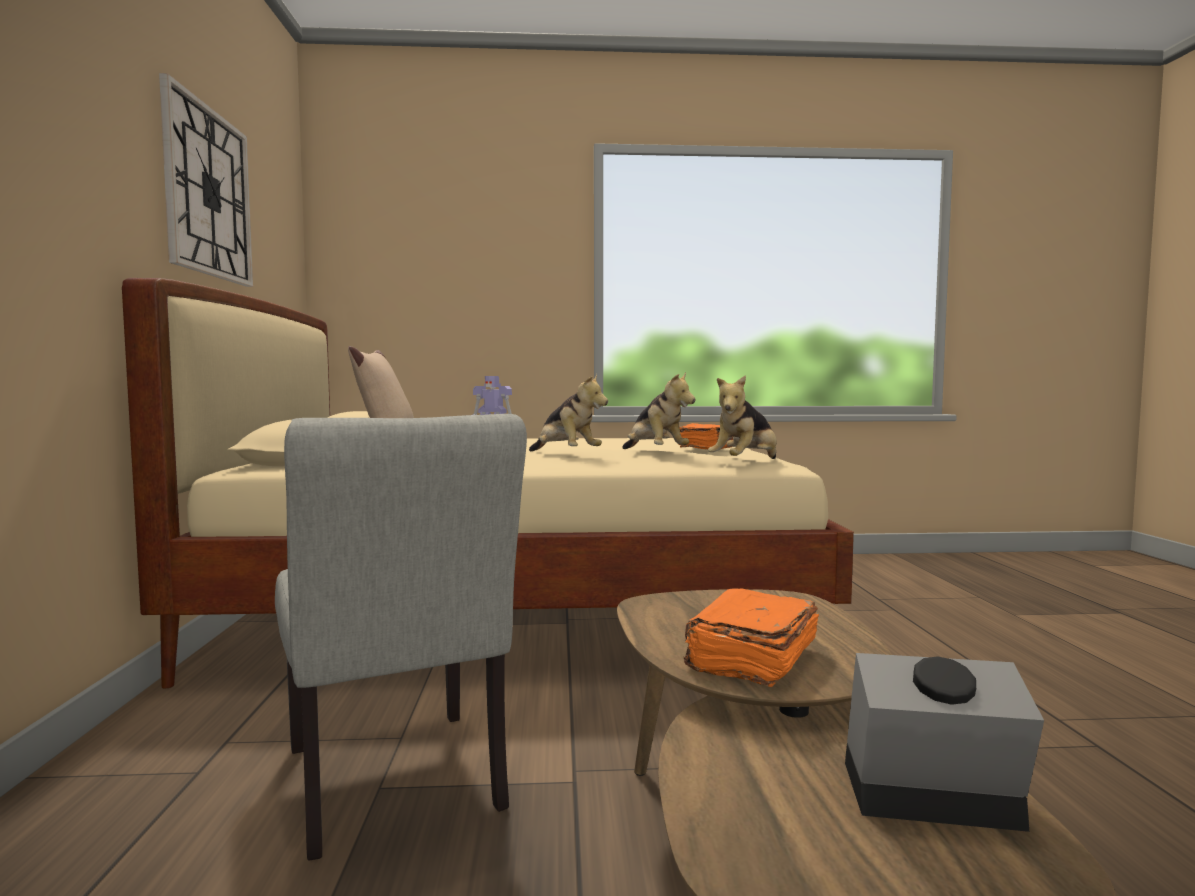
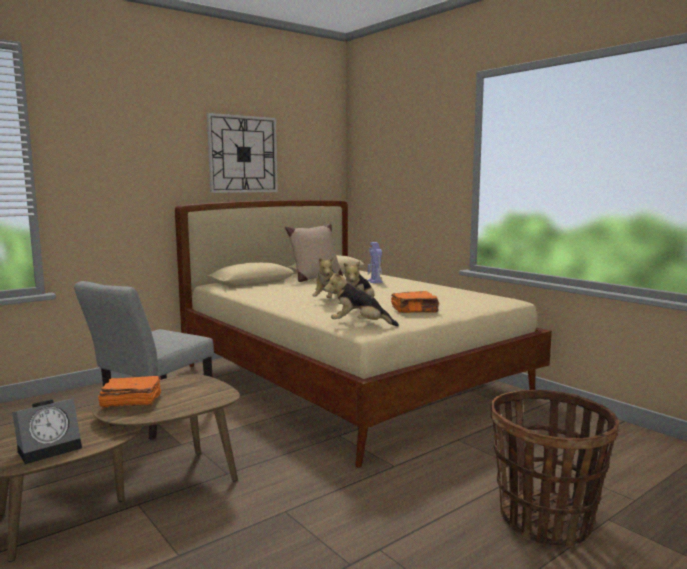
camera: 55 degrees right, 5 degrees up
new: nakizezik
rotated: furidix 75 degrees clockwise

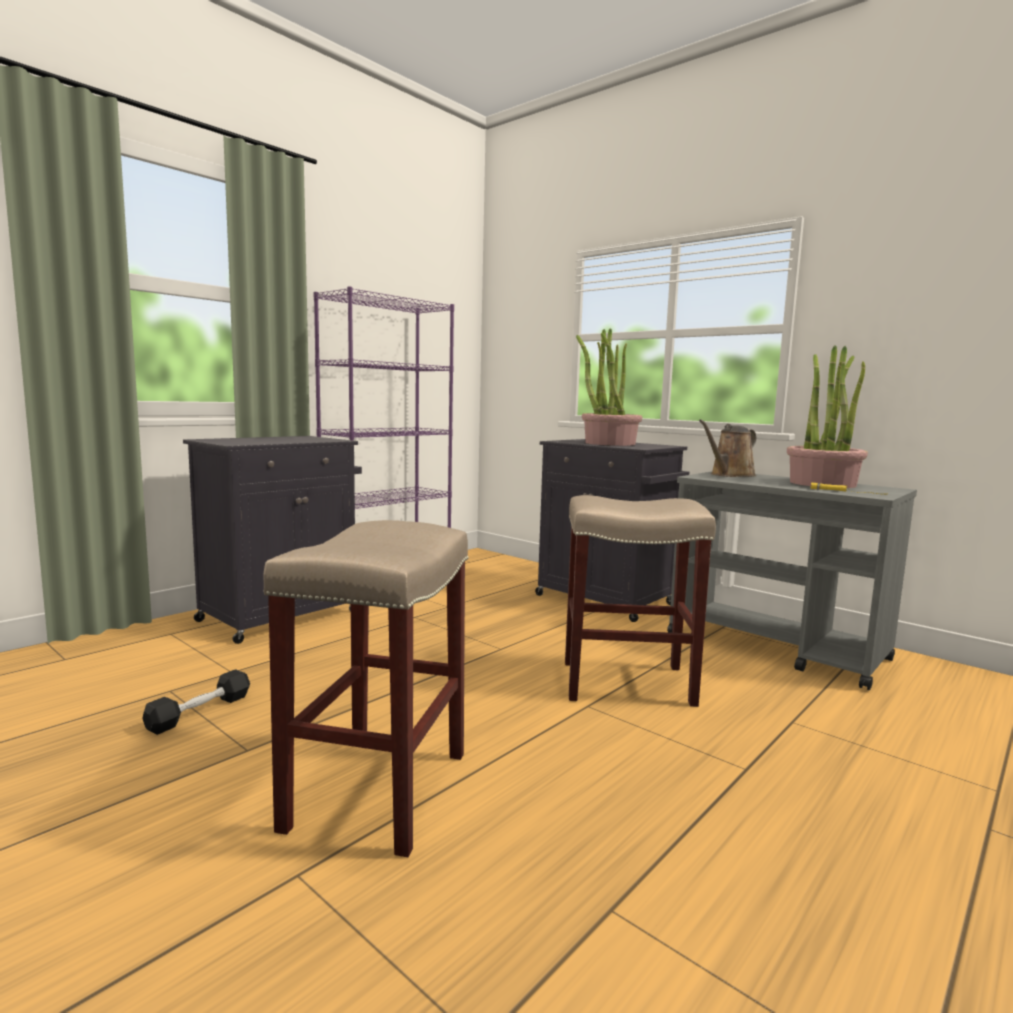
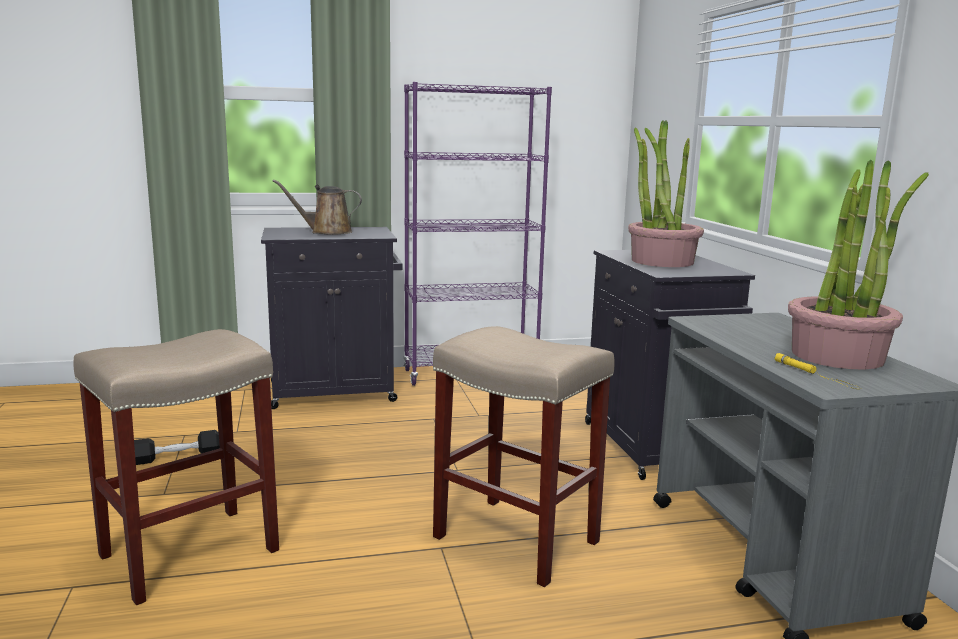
camera: 35 degrees right, 5 degrees up
shifted: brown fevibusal

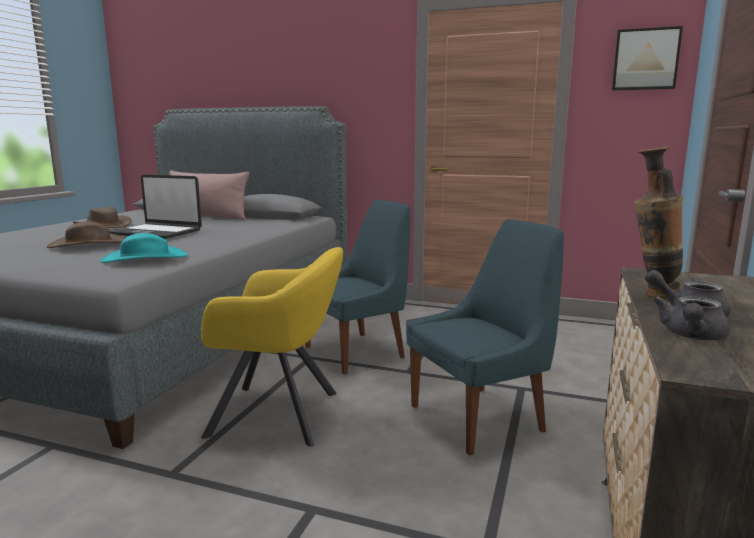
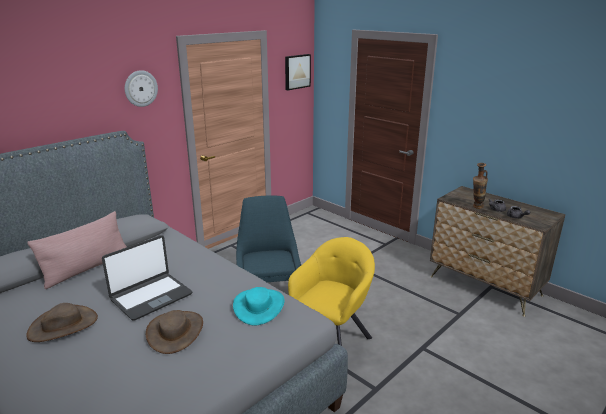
camera: 65 degrees left, 10 degrees up
gone: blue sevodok (no. 2 from left)
new: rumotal

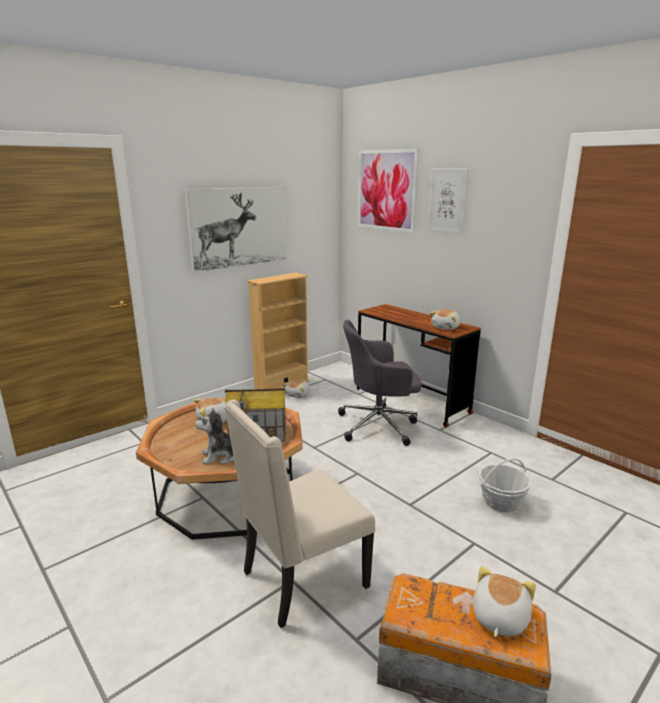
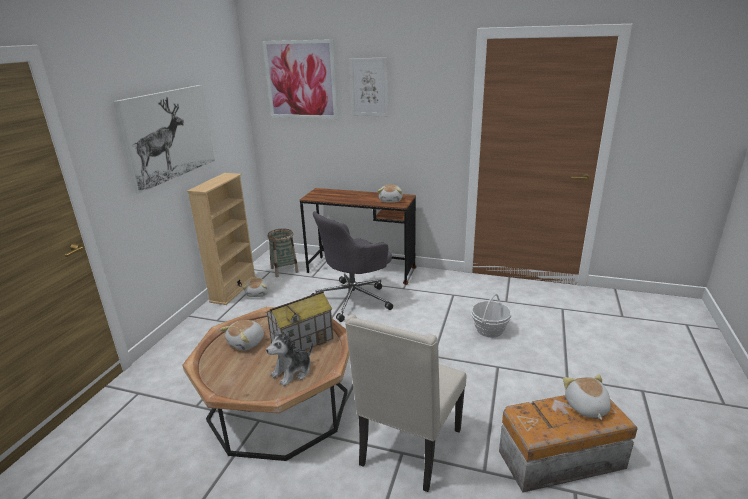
camera: 30 degrees left, 5 degrees up
new: nakizezik (no. 1 from left)

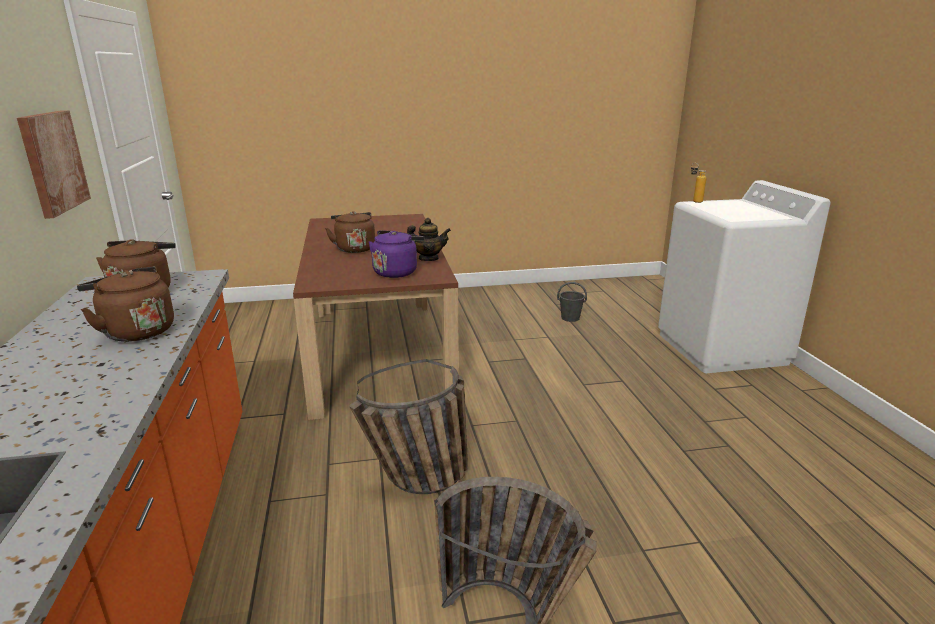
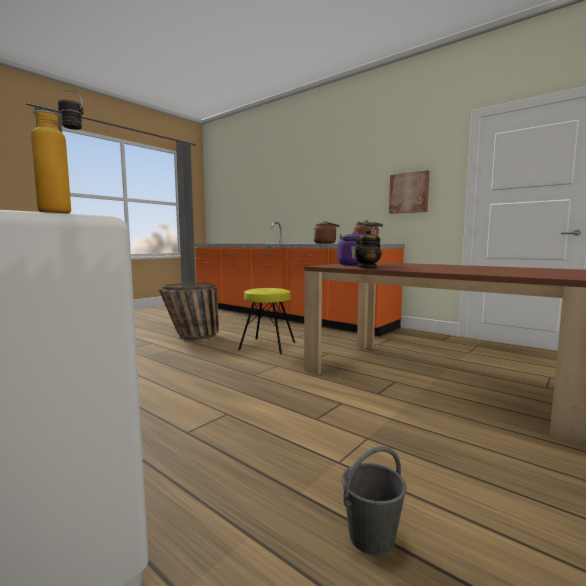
camera: 140 degrees right, 15 degrees down
gone: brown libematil (no. 3 from left)
swapped: nakizezik (no. 1 from left) to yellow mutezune

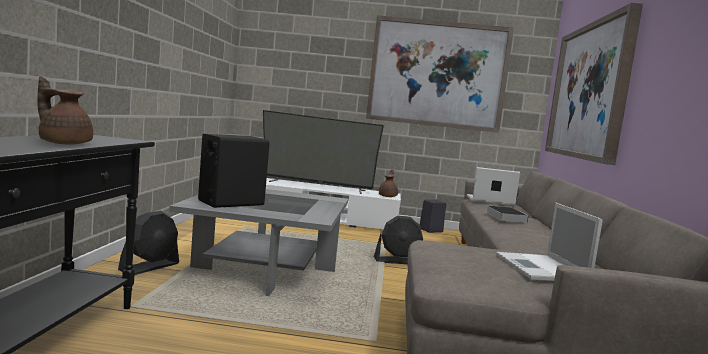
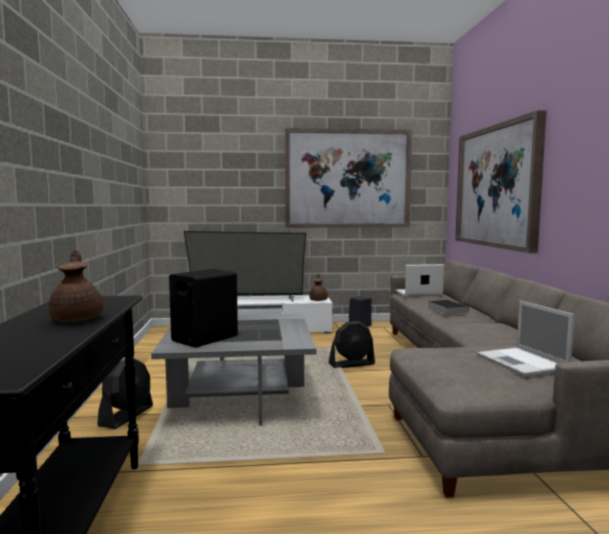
camera: 10 degrees left, 0 degrees up
rotated: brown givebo (no. 1 from left) 60 degrees clockwise

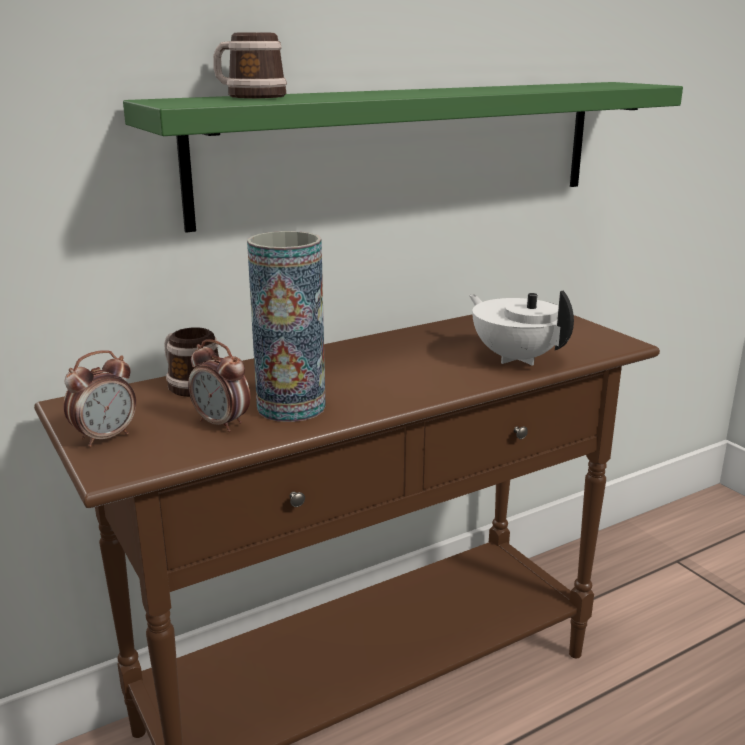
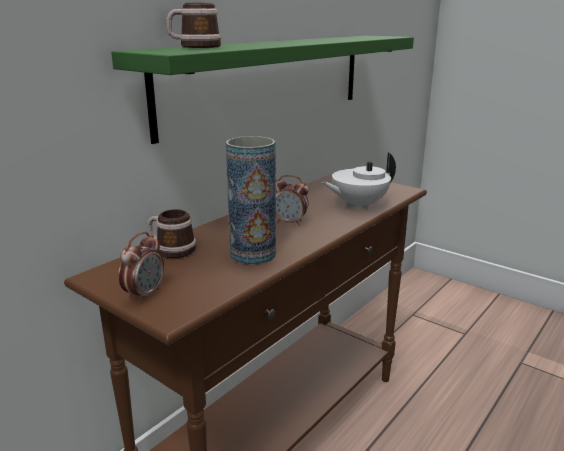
camera: 20 degrees left, 0 degrees up
shifted: furidix (no. 2 from left)
rotated: white givebo 60 degrees counterclockwise

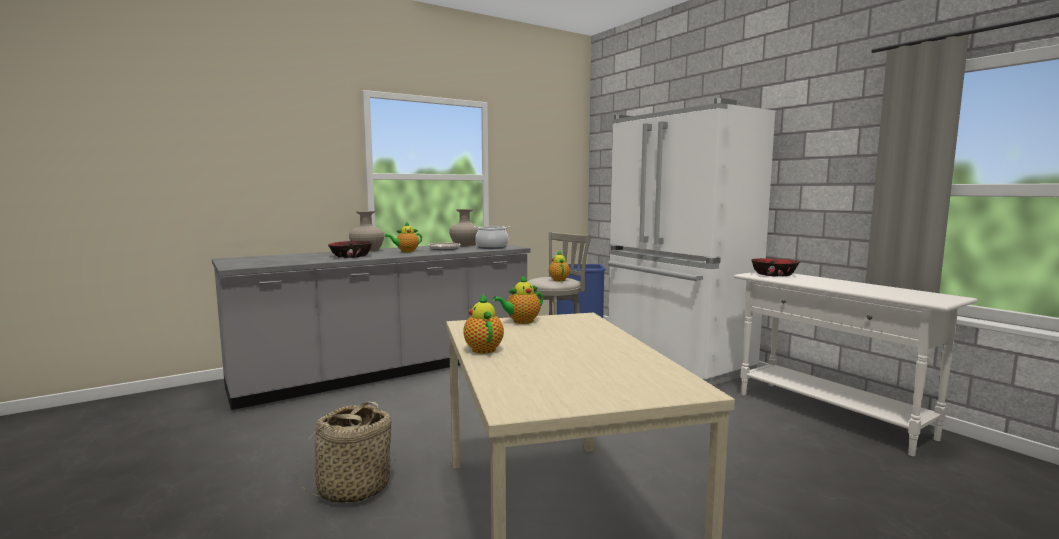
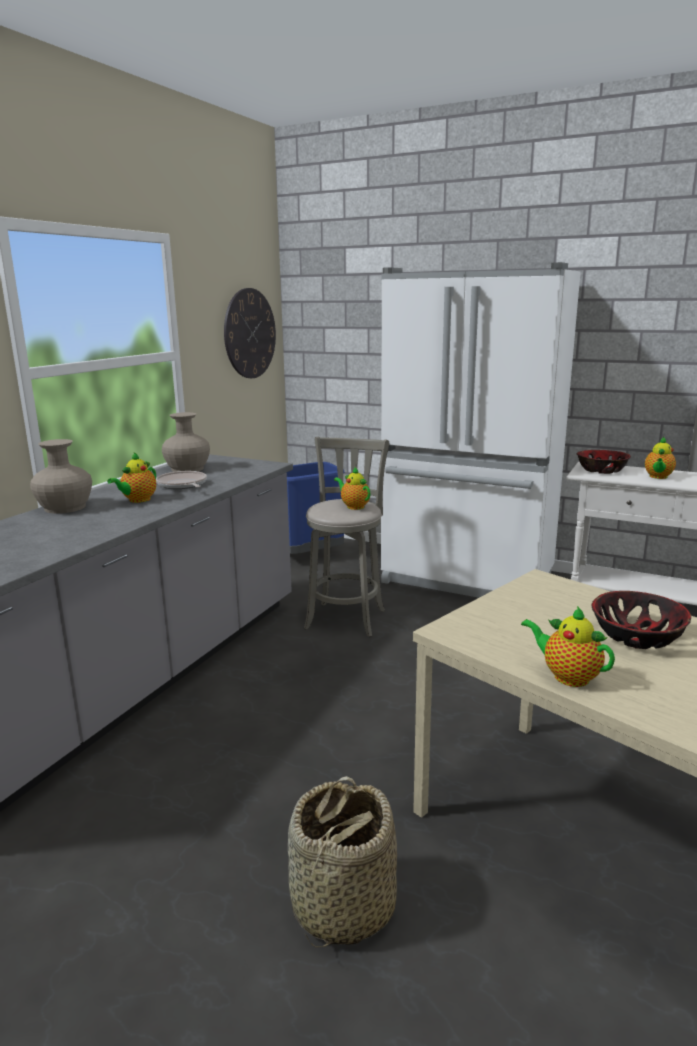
camera: 30 degrees left, 10 degrees up
gone: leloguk
new: rumotal
shifted: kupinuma (no. 1 from left in the first image) to kupinuma (no. 2 from left); givebo (no. 3 from left in the first image) to givebo (no. 4 from left)

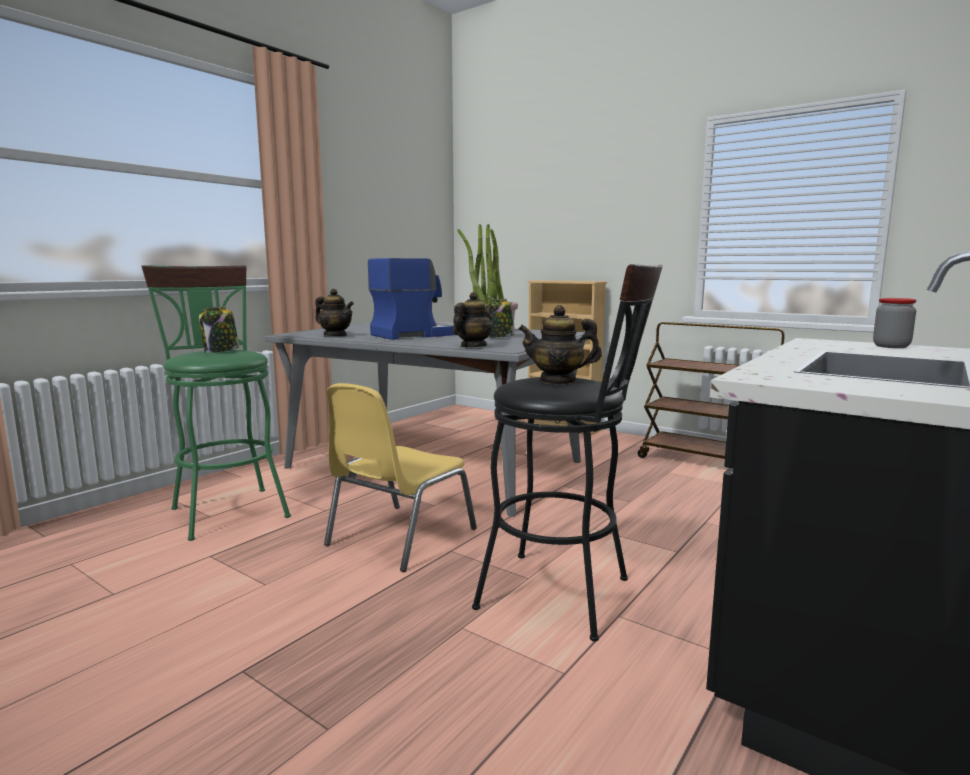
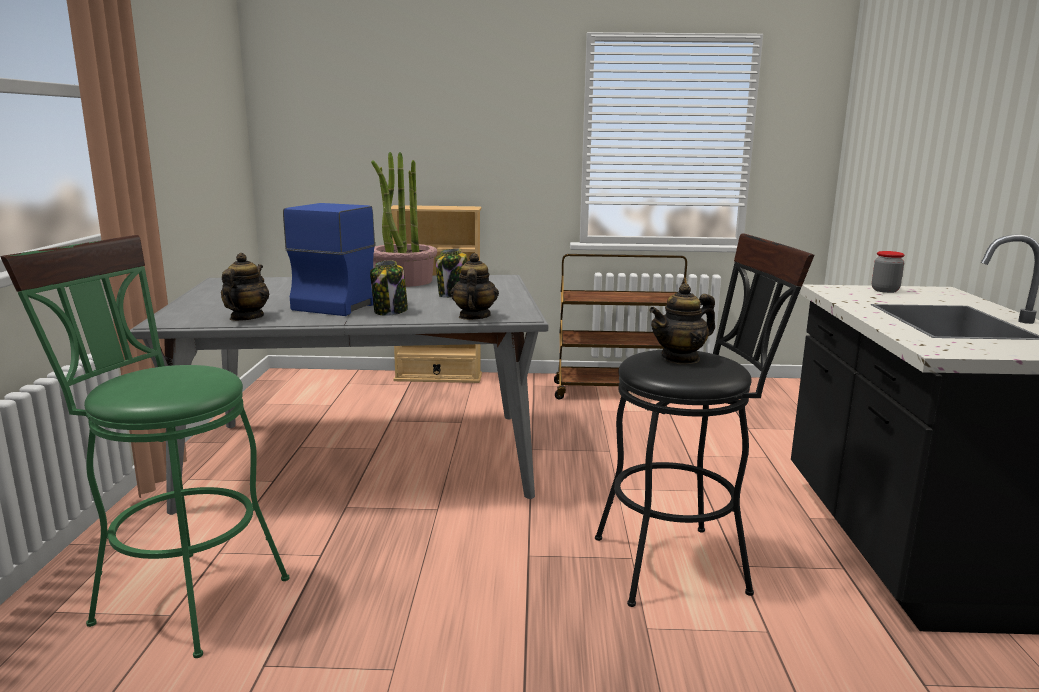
camera: 35 degrees left, 5 degrees up
gone: yellow sevodok
shifted: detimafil (no. 1 from left)
rotated: givebo (no. 1 from left) 75 degrees counterclockwise

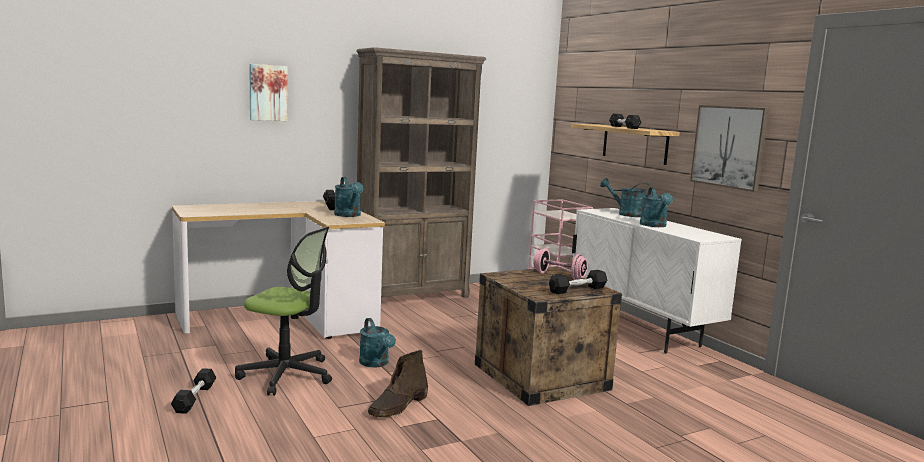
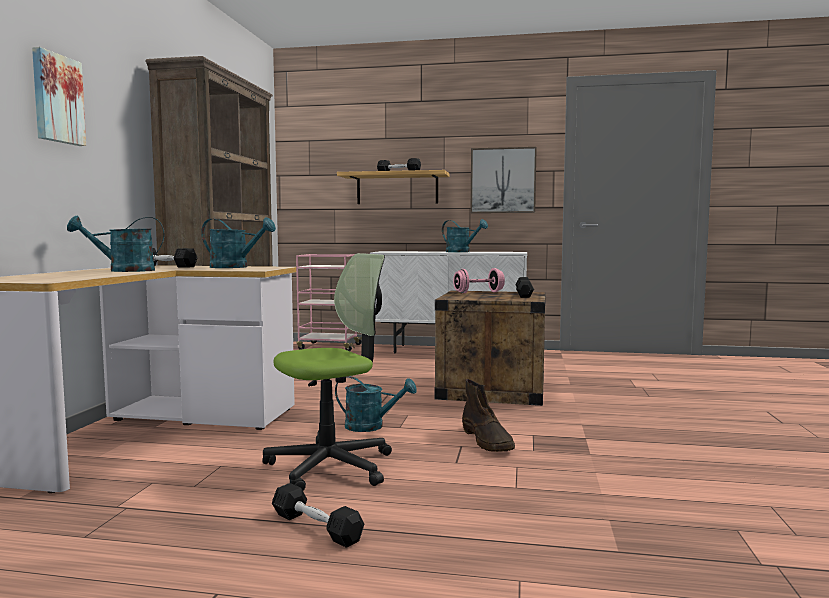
camera: 50 degrees left, 5 degrees down
shifted: turquoise fevibusal (no. 3 from left in the first image) to turquoise fevibusal (no. 1 from left)

